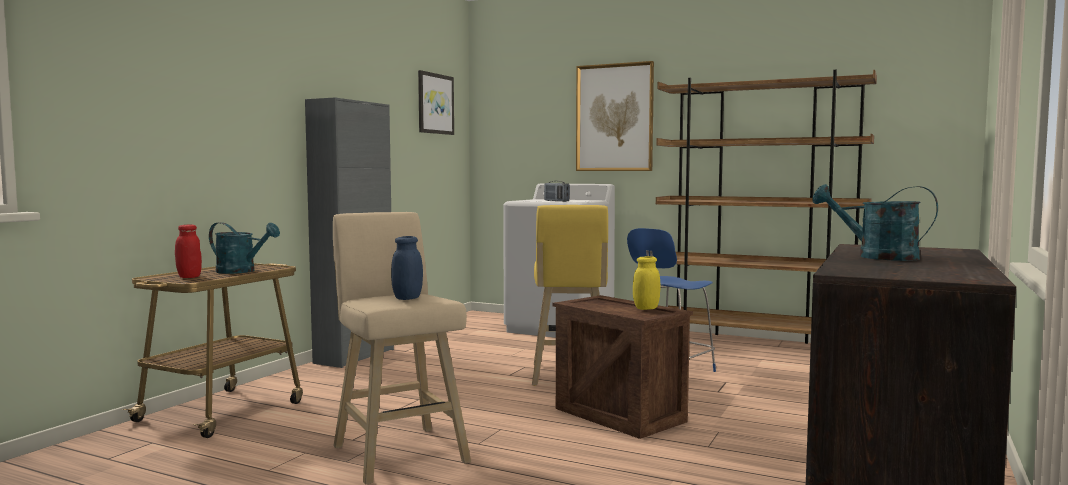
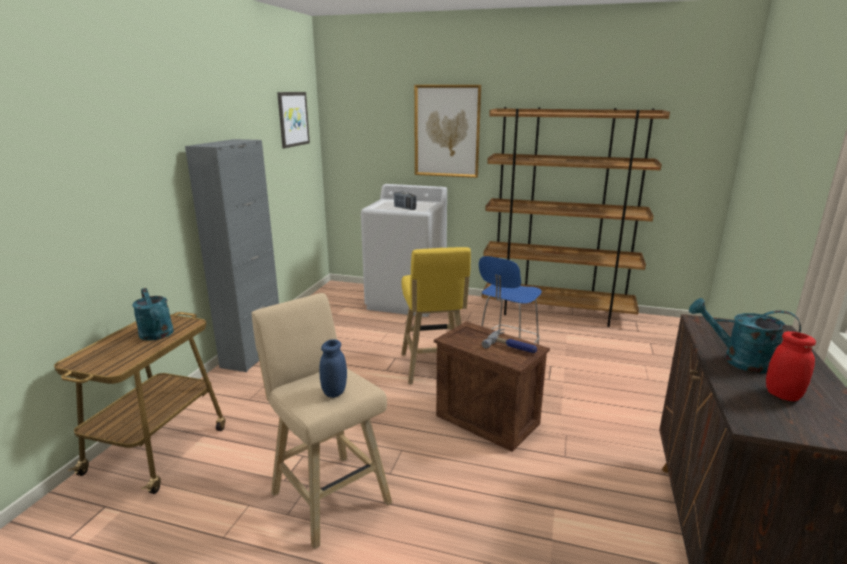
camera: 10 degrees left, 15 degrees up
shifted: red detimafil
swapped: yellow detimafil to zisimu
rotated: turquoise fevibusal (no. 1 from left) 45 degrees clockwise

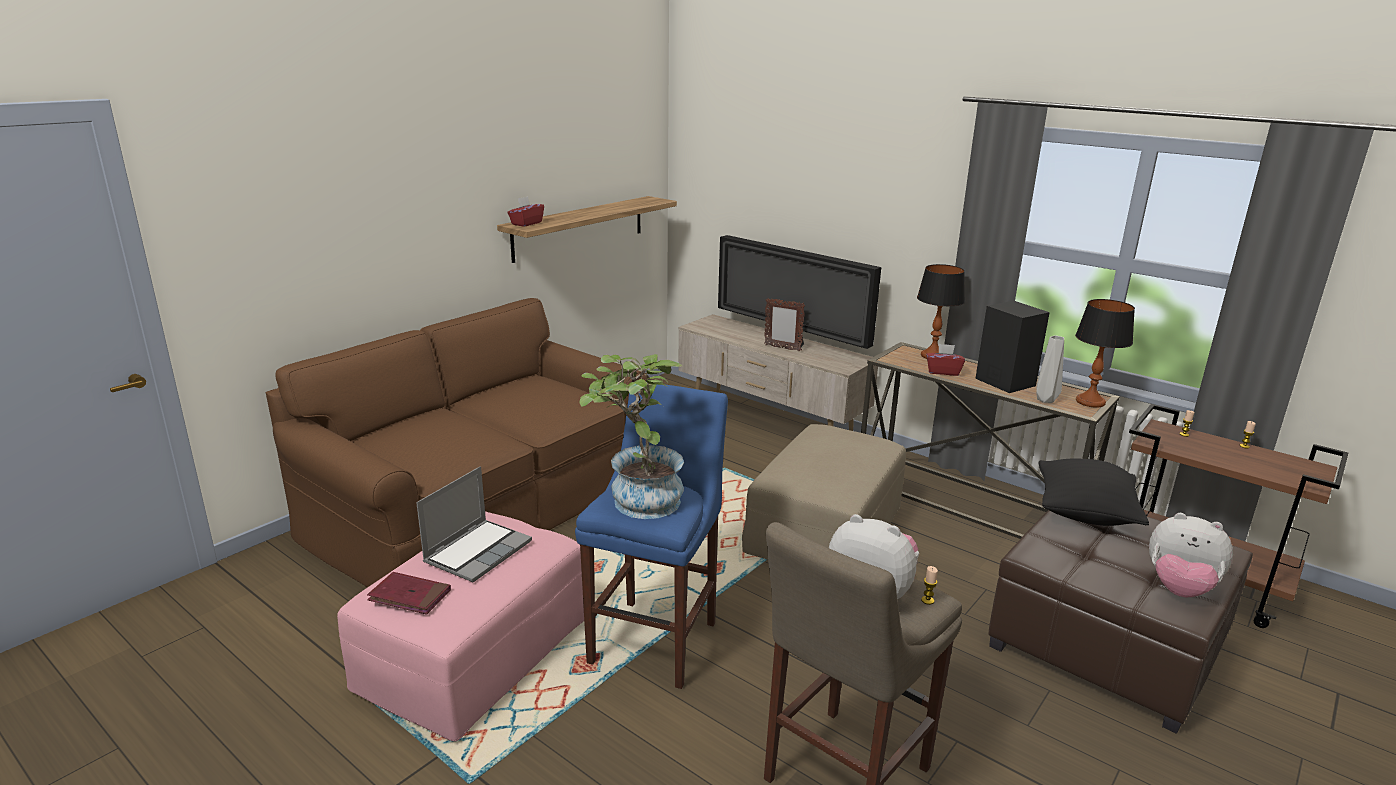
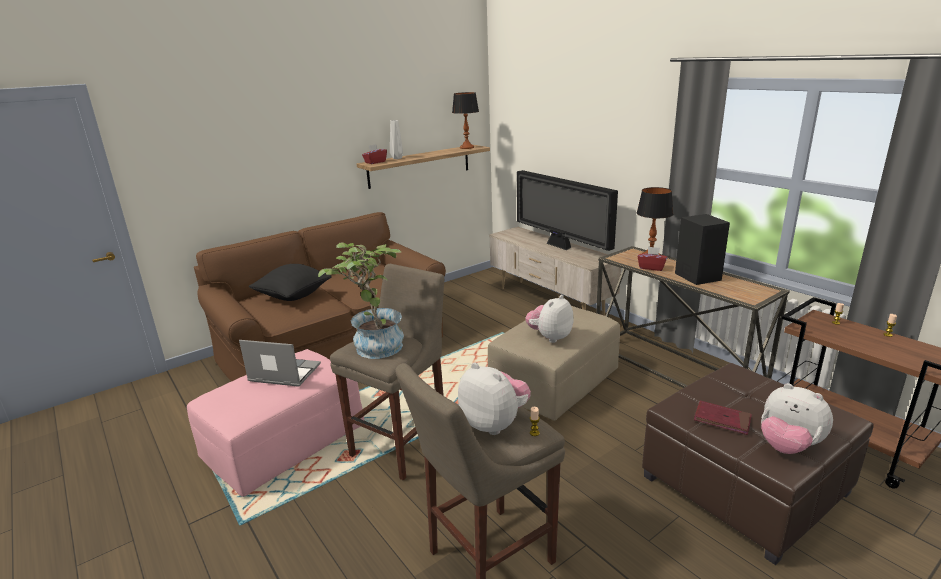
camera: 15 degrees right, 0 degrees up
gone: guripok
new: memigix (no. 2 from left)
shifted: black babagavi; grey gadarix; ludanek (no. 2 from left in the first image) to ludanek (no. 1 from left); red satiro
repainted: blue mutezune to beige mutezune (no. 1 from left)
rotated: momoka 120 degrees counterclockwise

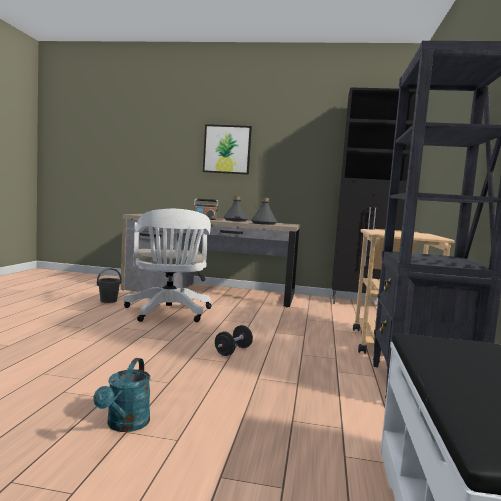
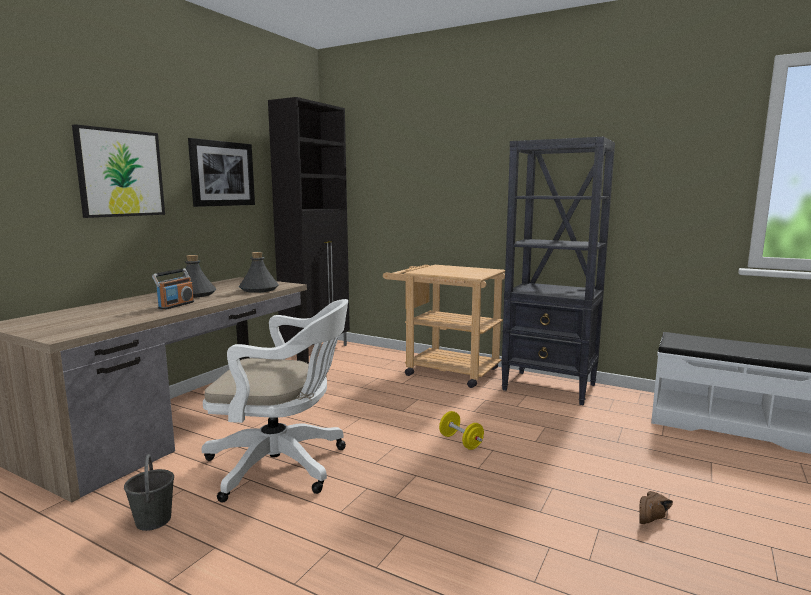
camera: 70 degrees left, 5 degrees up
new: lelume (no. 2 from left)
swapped: turquoise fevibusal to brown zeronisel
repainted: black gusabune to yellow gusabune

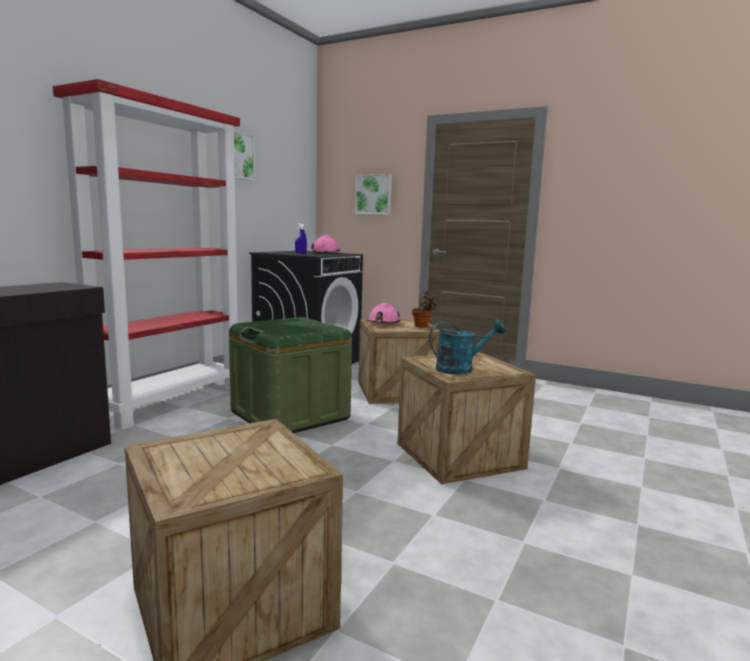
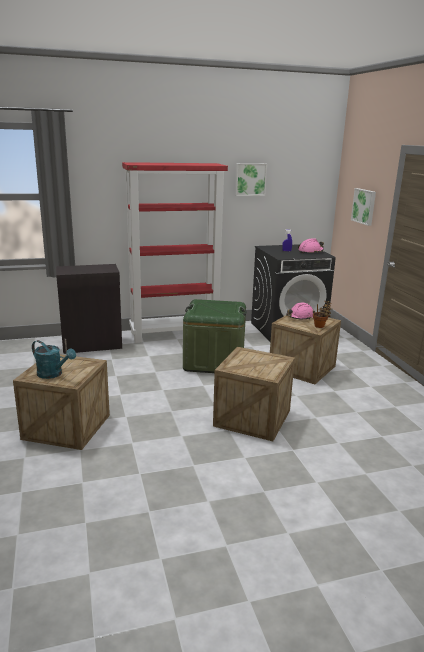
camera: 45 degrees right, 10 degrees up
shifted: turquoise fevibusal

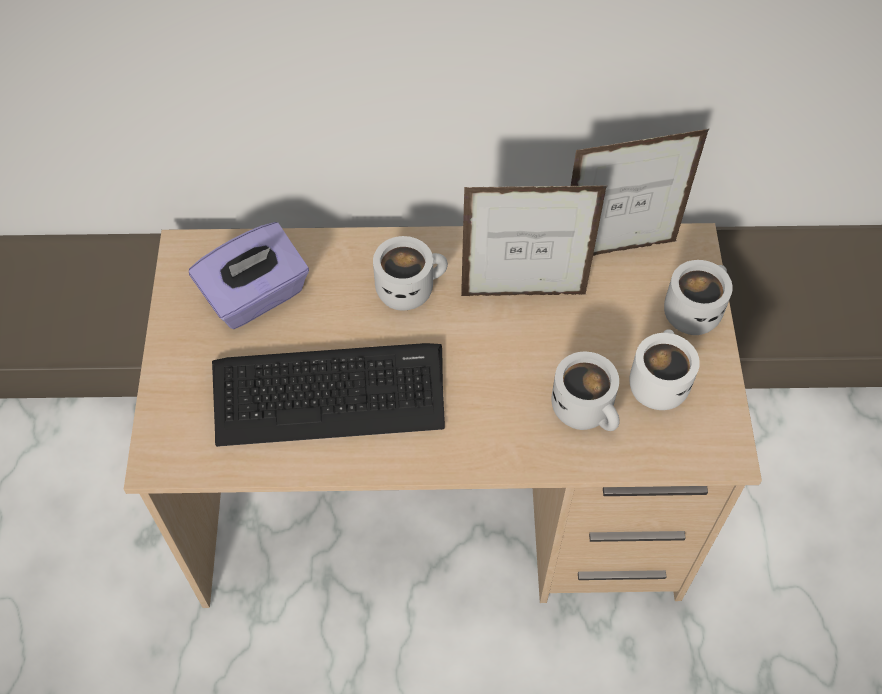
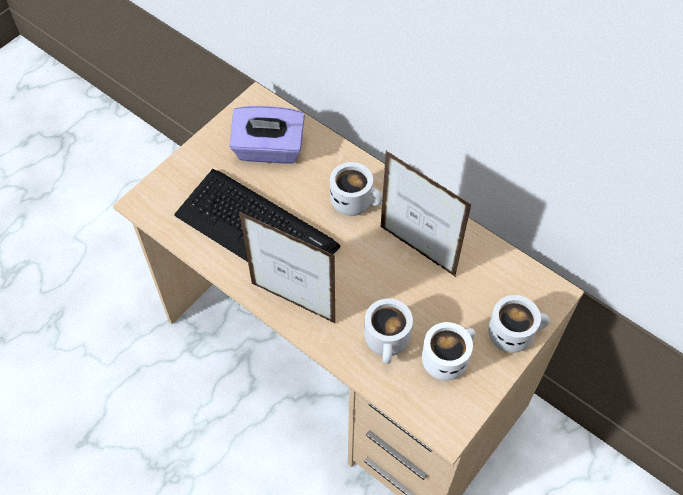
camera: 40 degrees right, 0 degrees up
shifted: guripok (no. 2 from left in the first image) to guripok (no. 1 from left)

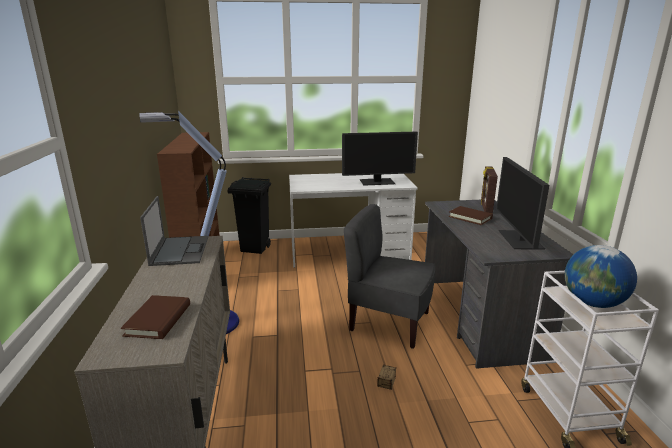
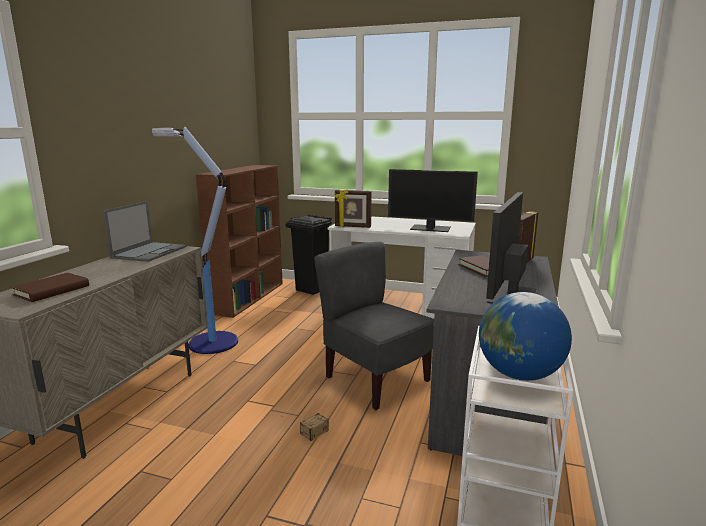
camera: 25 degrees right, 5 degrees down
new: guripok (no. 1 from left)

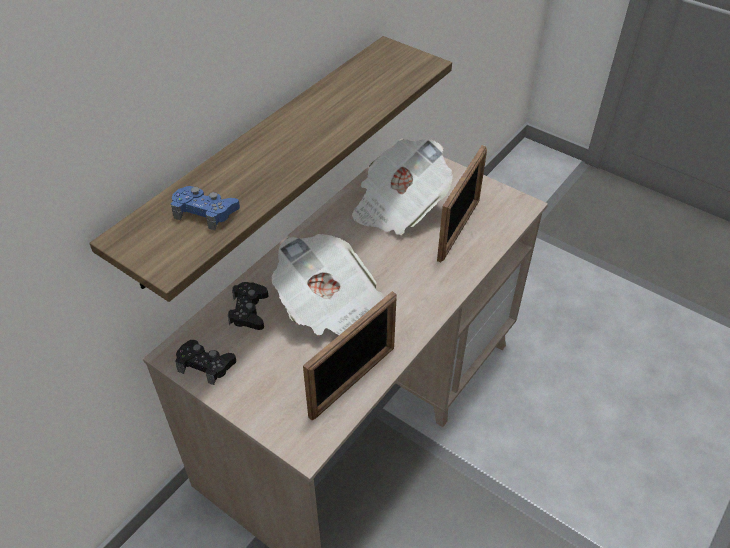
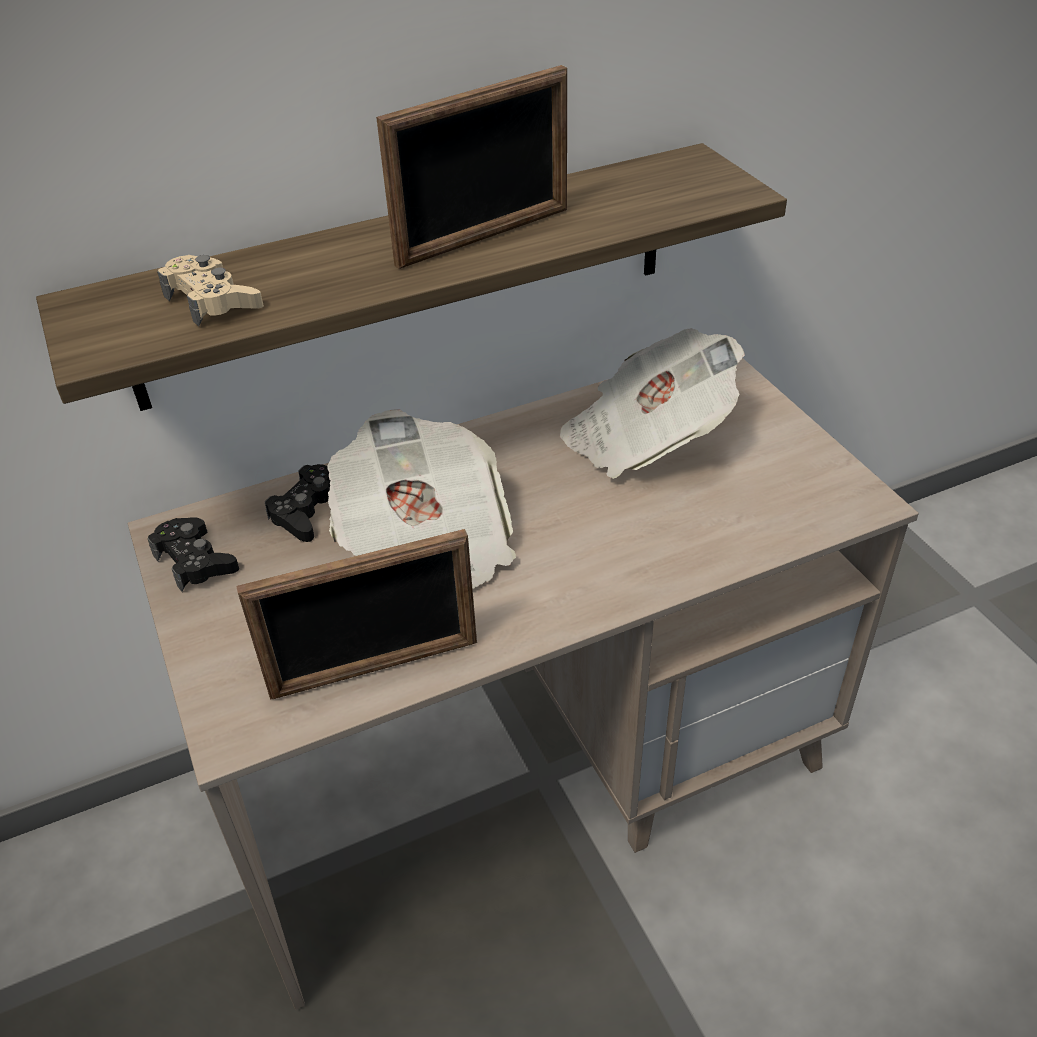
camera: 30 degrees right, 5 degrees down
shifted: guripok (no. 2 from left)
repainted: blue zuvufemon to beige zuvufemon

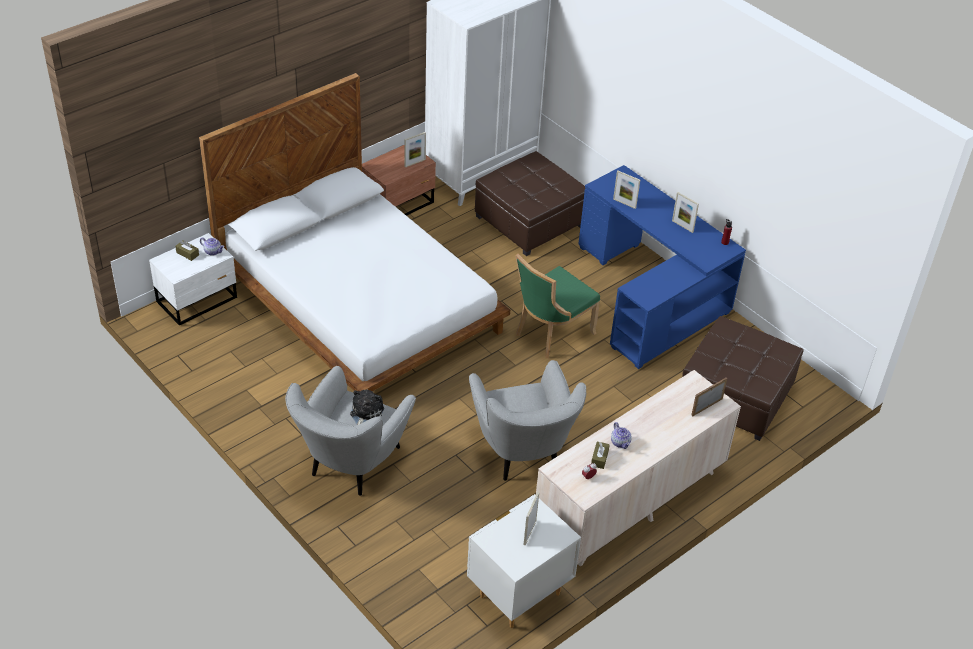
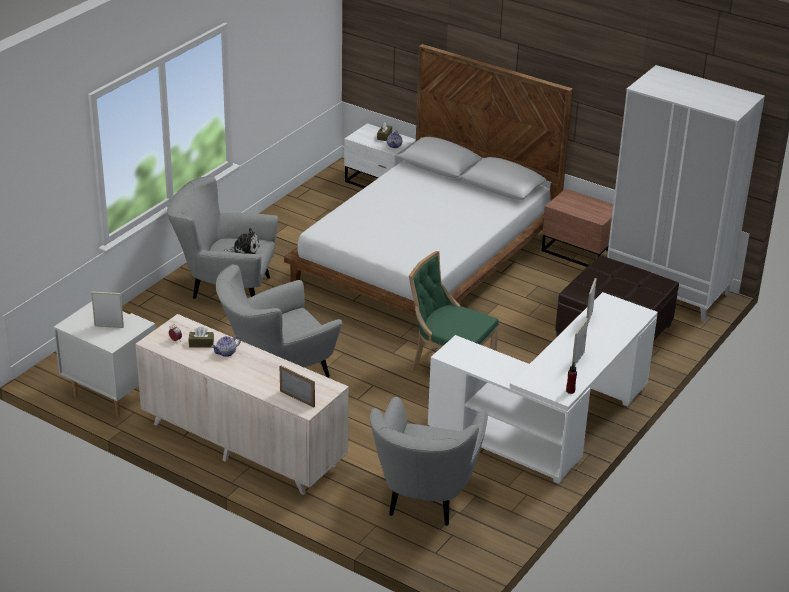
camera: 75 degrees right, 10 degrees down
gone: guripok (no. 1 from left)
swapped: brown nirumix (no. 2 from left) to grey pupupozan (no. 3 from left)
repainted: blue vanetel to white vanetel

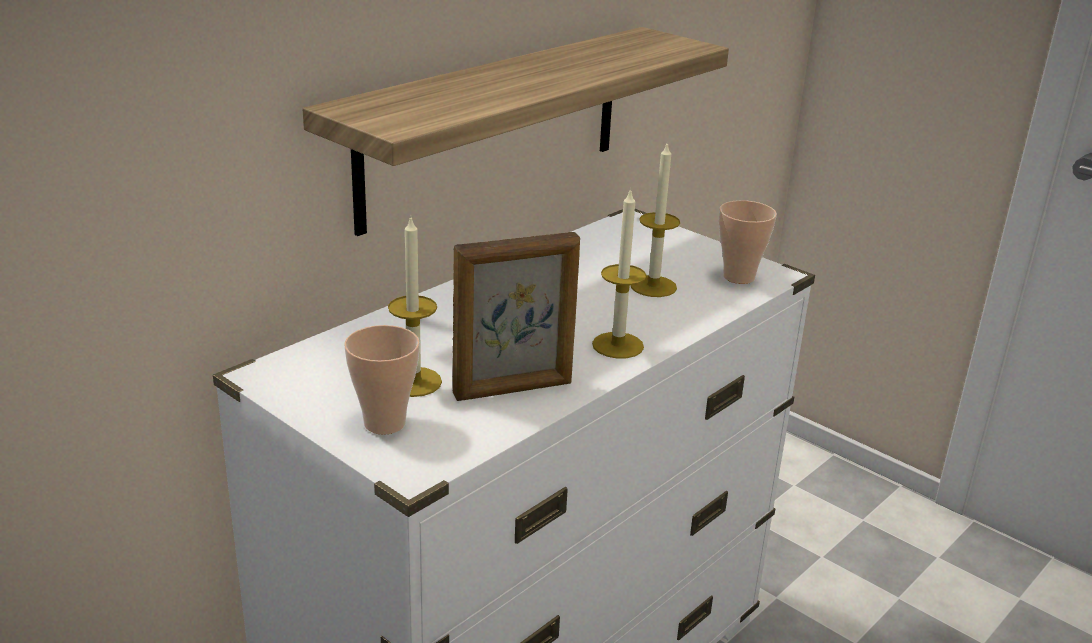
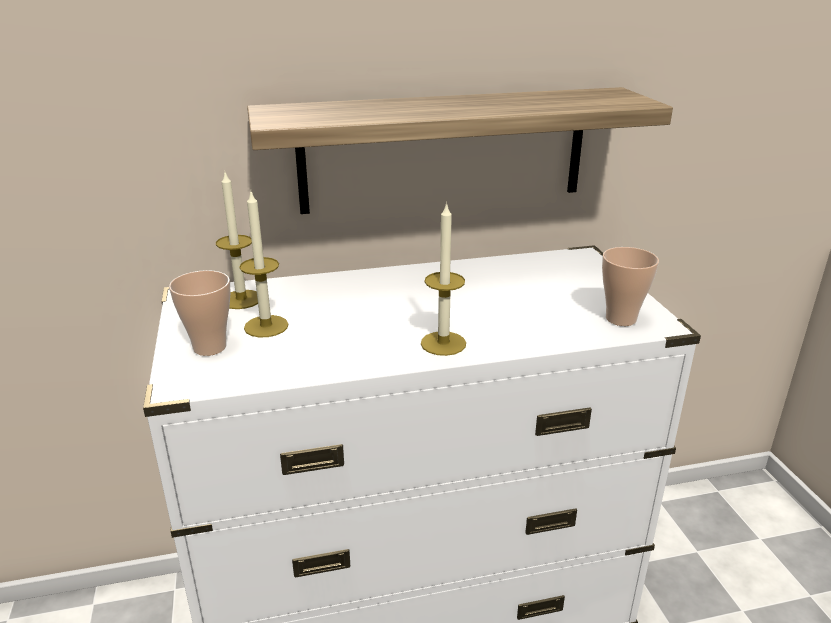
camera: 35 degrees right, 0 degrees up
gone: guripok
shifted: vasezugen (no. 3 from left in the first image) to vasezugen (no. 1 from left)

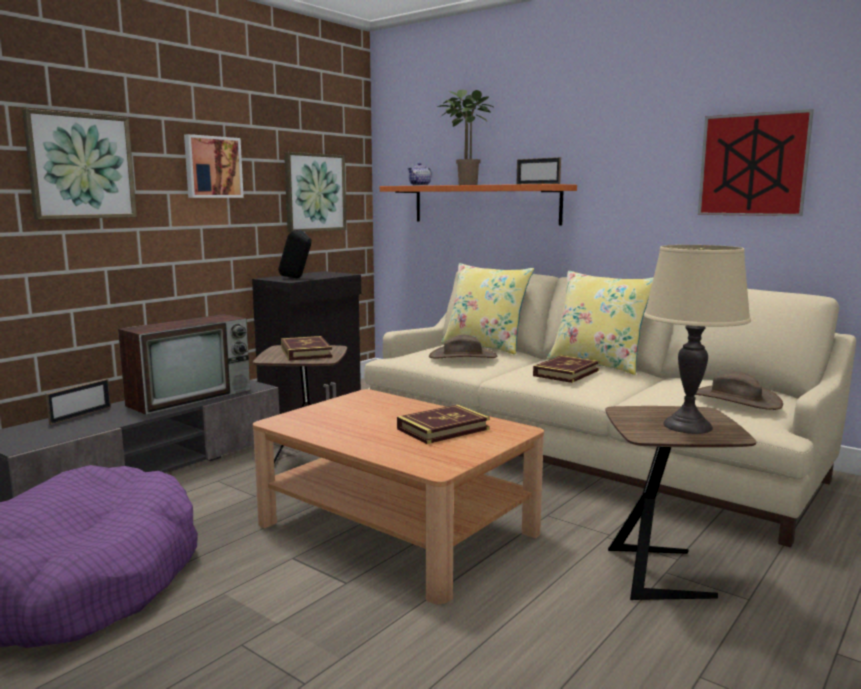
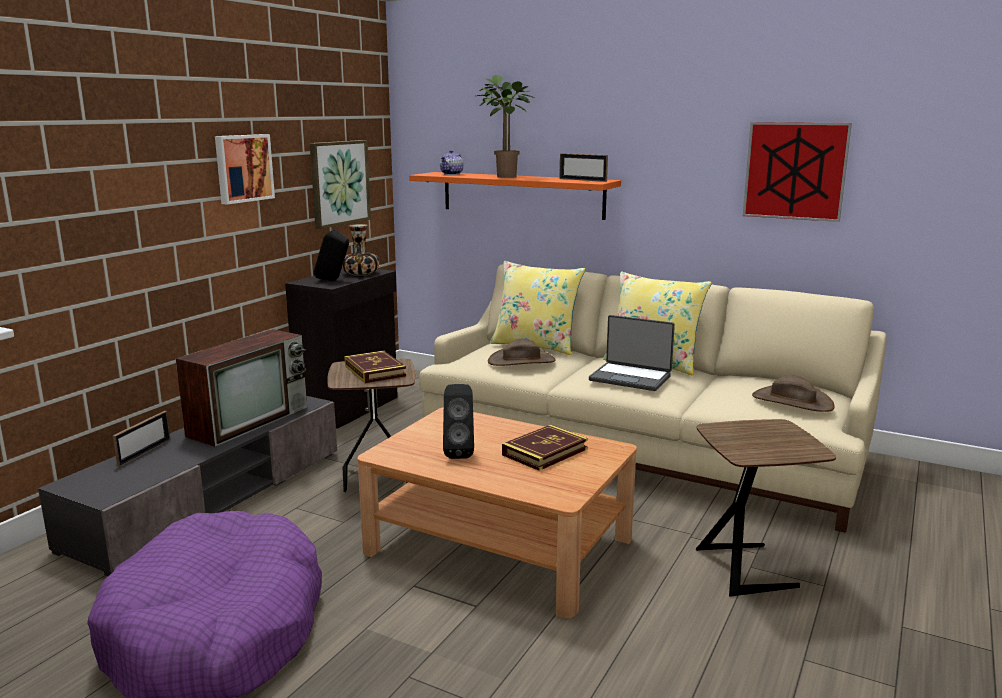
camera: 10 degrees left, 5 degrees up
gone: lelume (no. 1 from left); beige ludanek
new: gadarix; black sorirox (no. 2 from left)
swapped: satiro (no. 3 from left) to momoka

